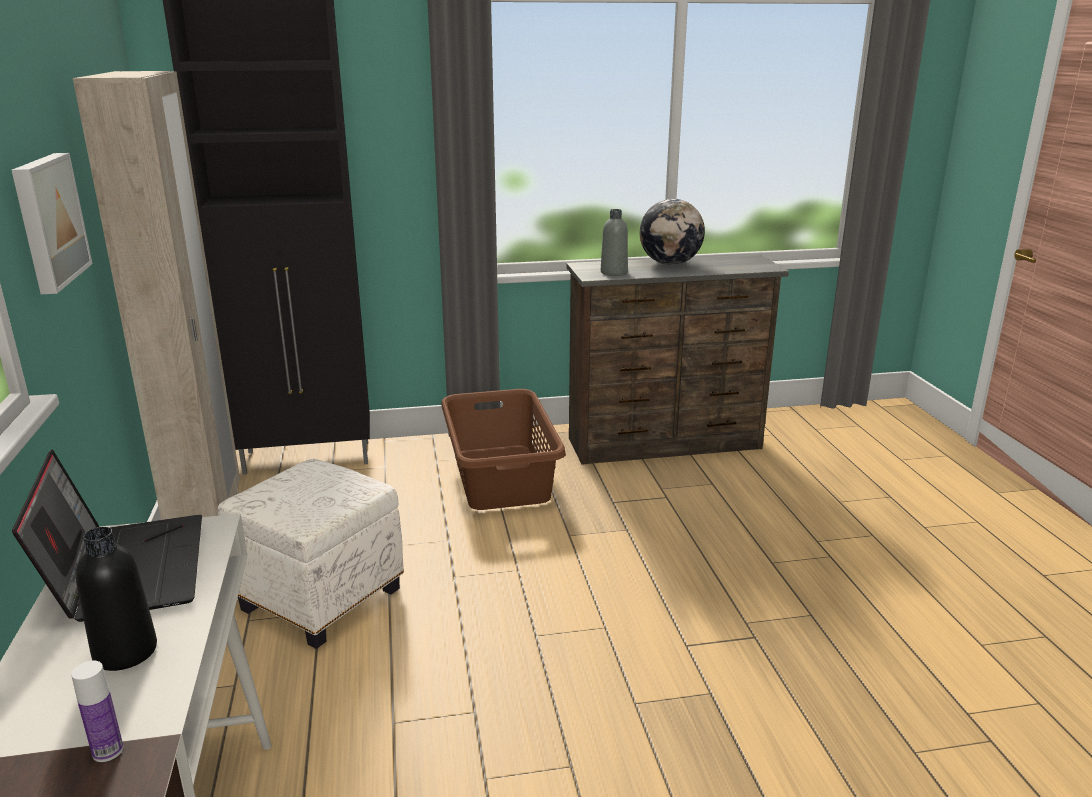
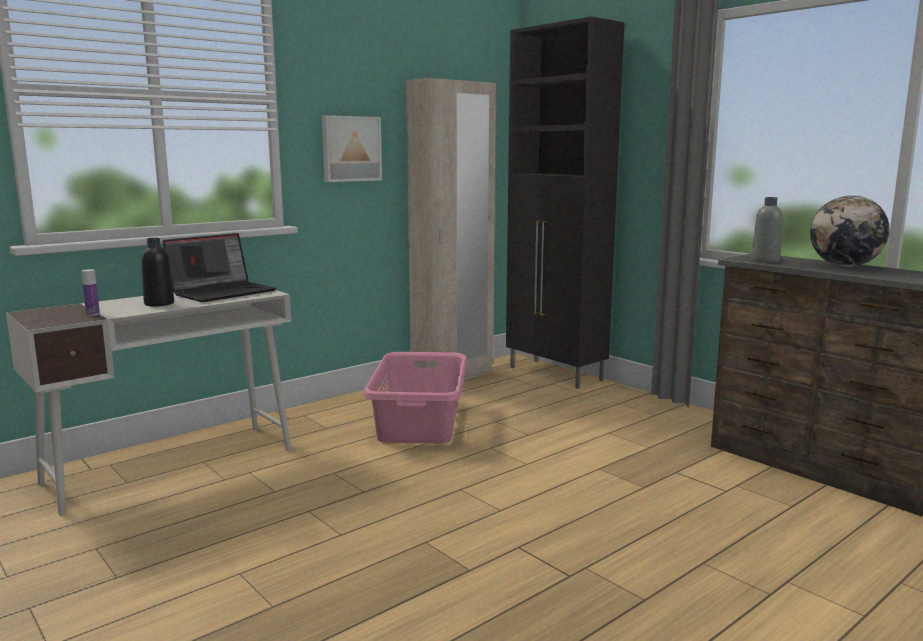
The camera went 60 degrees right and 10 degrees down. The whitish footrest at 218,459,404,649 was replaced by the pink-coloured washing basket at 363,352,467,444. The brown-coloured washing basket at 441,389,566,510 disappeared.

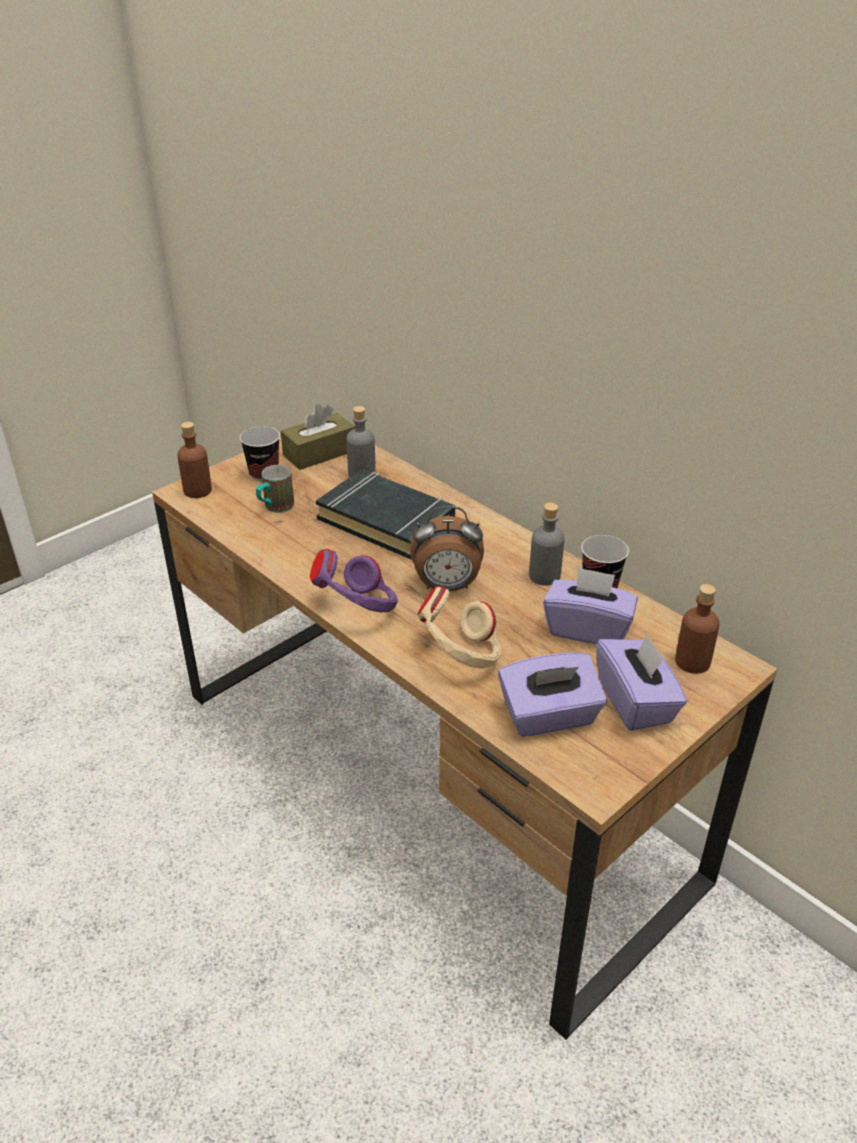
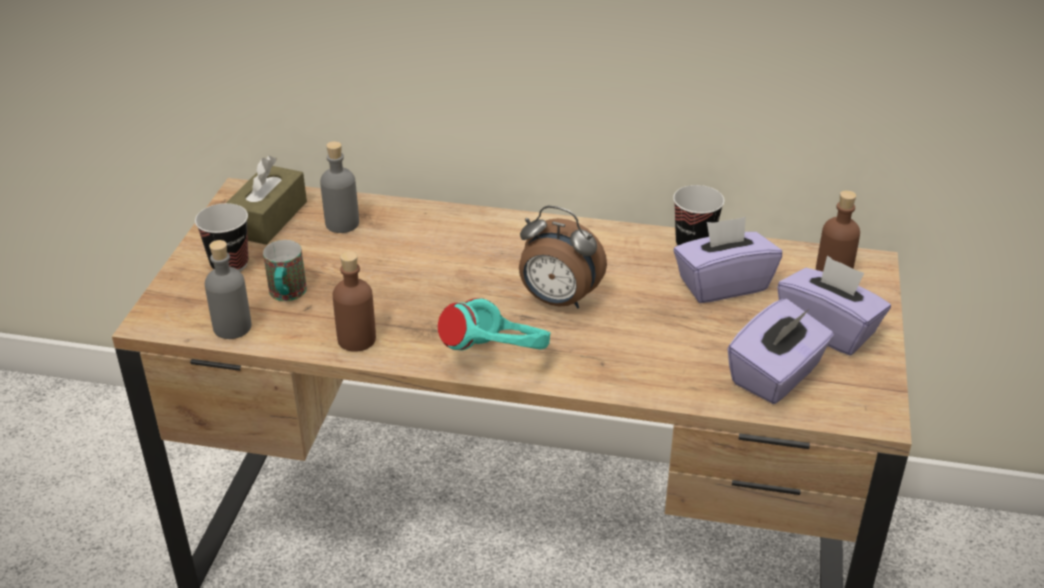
The camera went 35 degrees left and 0 degrees up. The brown-coloured beverage bottle moved from 177,422,212,498 to 333,251,376,352. The purple-coloured headphones at 310,549,398,612 became the turquoise headphones at 438,298,550,351. The black book at 316,469,455,560 disappeared. The bedside clock at 410,506,484,592 turned 60 degrees clockwise. The beige-coloured headphones at 418,586,501,669 disappeared. The gray beverage bottle moved from 529,503,565,586 to 205,240,252,339.

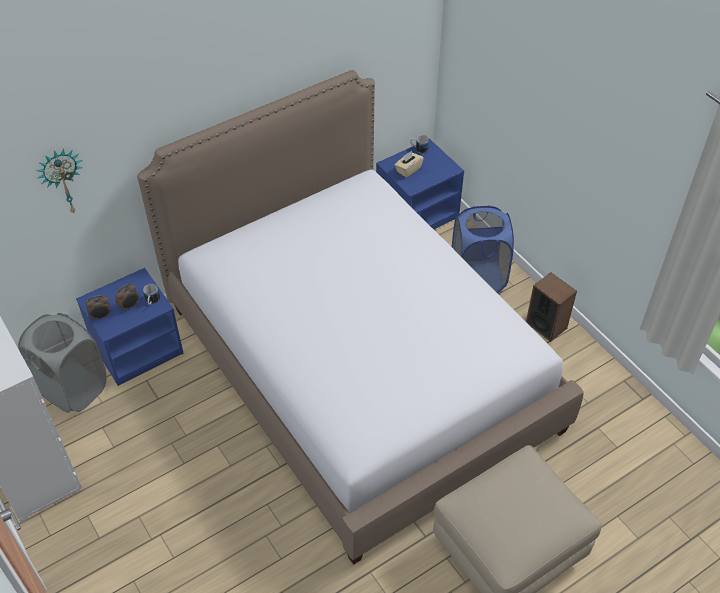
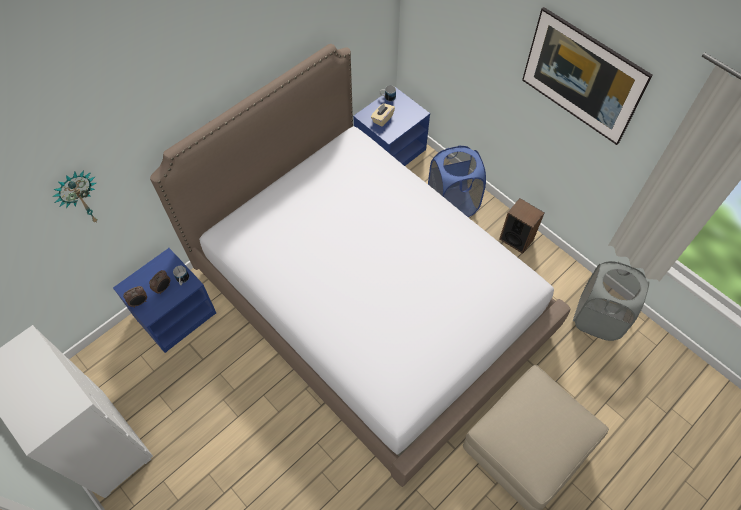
The camera went 10 degrees left and 10 degrees up. The gray washing basket moved from 18,313,107,413 to 573,261,650,341. The picture at 522,7,653,145 appeared.

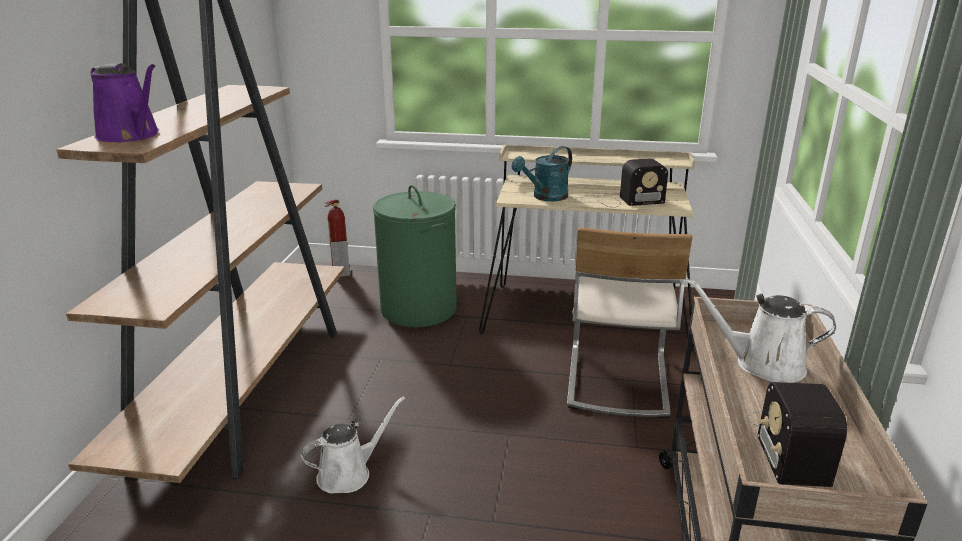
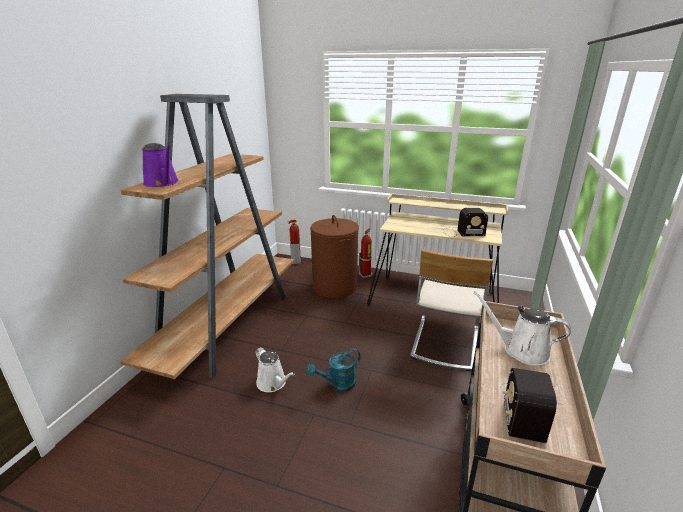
The camera went 10 degrees right and 0 degrees up. The whitish watering pot at 301,396,405,494 turned 75 degrees clockwise. The greenish washing basket at 373,185,457,327 became the brown-coloured washing basket at 310,215,359,298. The turquoise watering pot moved from 512,146,572,201 to 306,348,361,392. The fire extinguisher at 359,229,373,278 appeared.

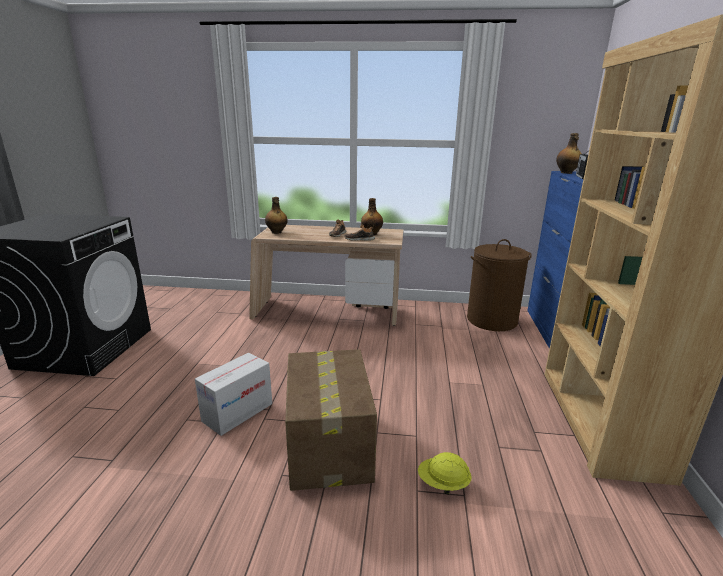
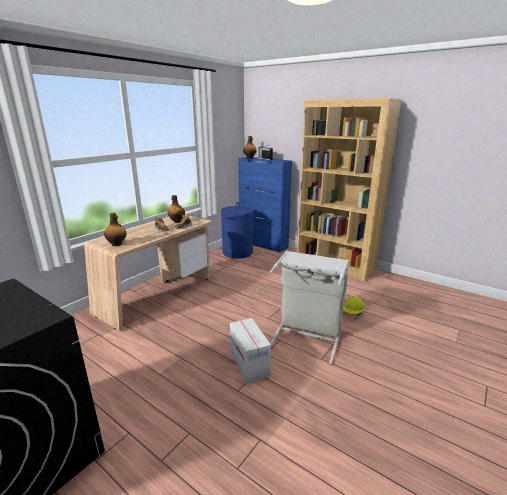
The camera went 60 degrees left and 0 degrees up. The packing box at 285,349,377,491 was replaced by the gray washing basket at 270,250,349,364. The brown-coloured washing basket at 467,239,532,331 became the blue-coloured washing basket at 221,202,253,259.

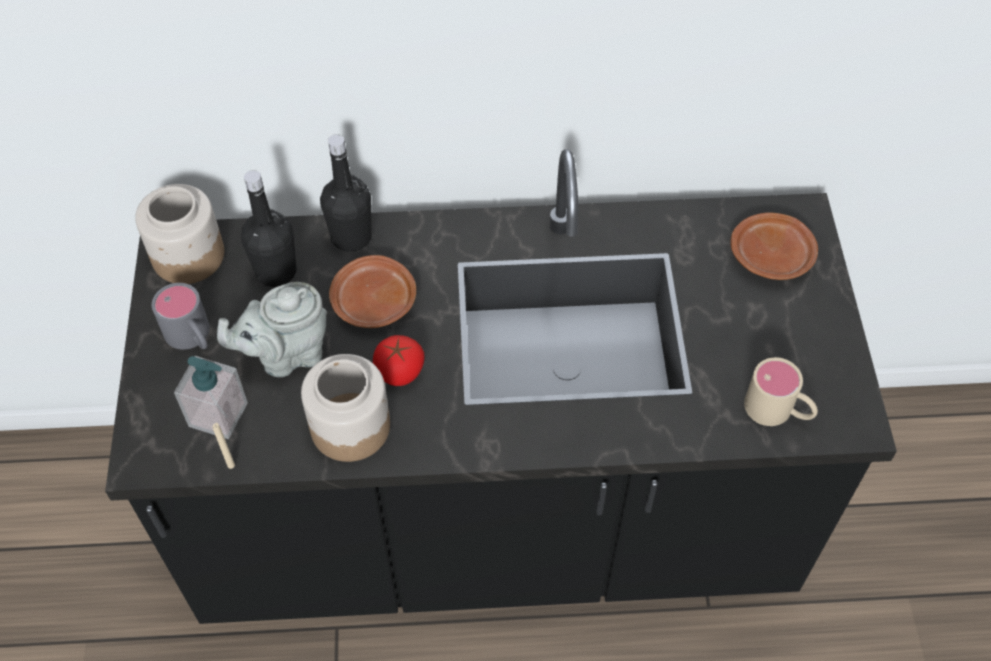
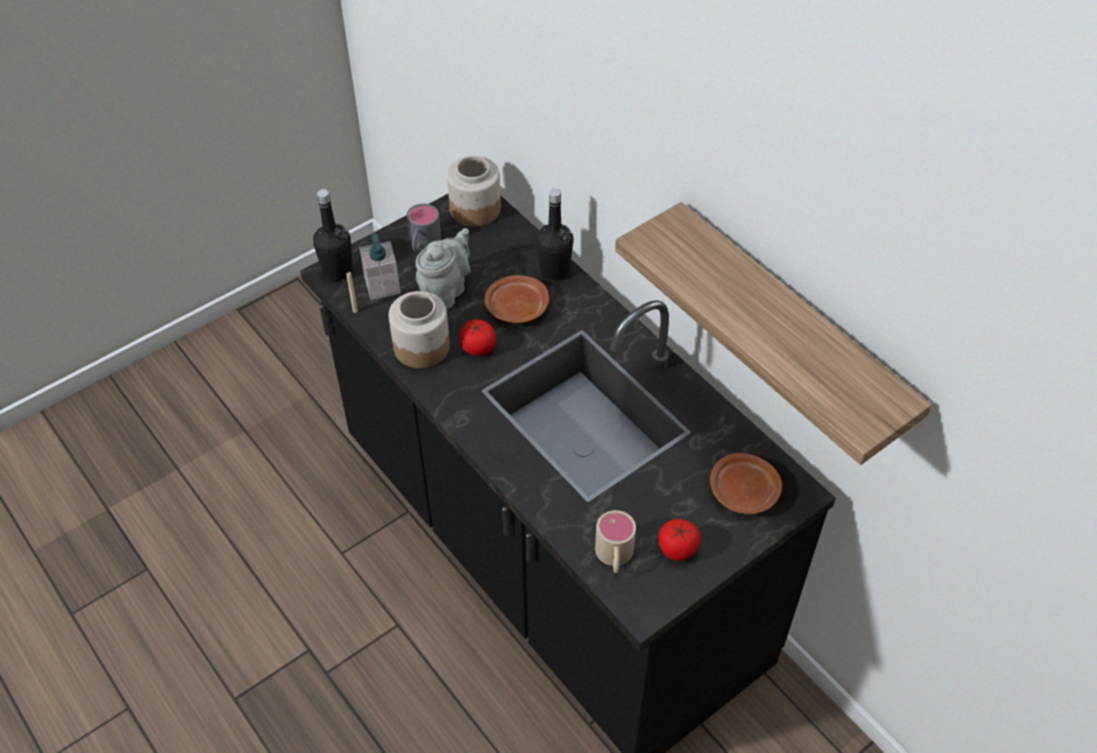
The camera went 55 degrees right and 5 degrees down. The gray pot for tea at 217,282,327,377 turned 90 degrees clockwise. The black beverage bottle moved from 241,170,297,287 to 313,189,352,281. The bracket shelf at 615,202,932,465 appeared. The whole tomato at 658,519,701,561 appeared.

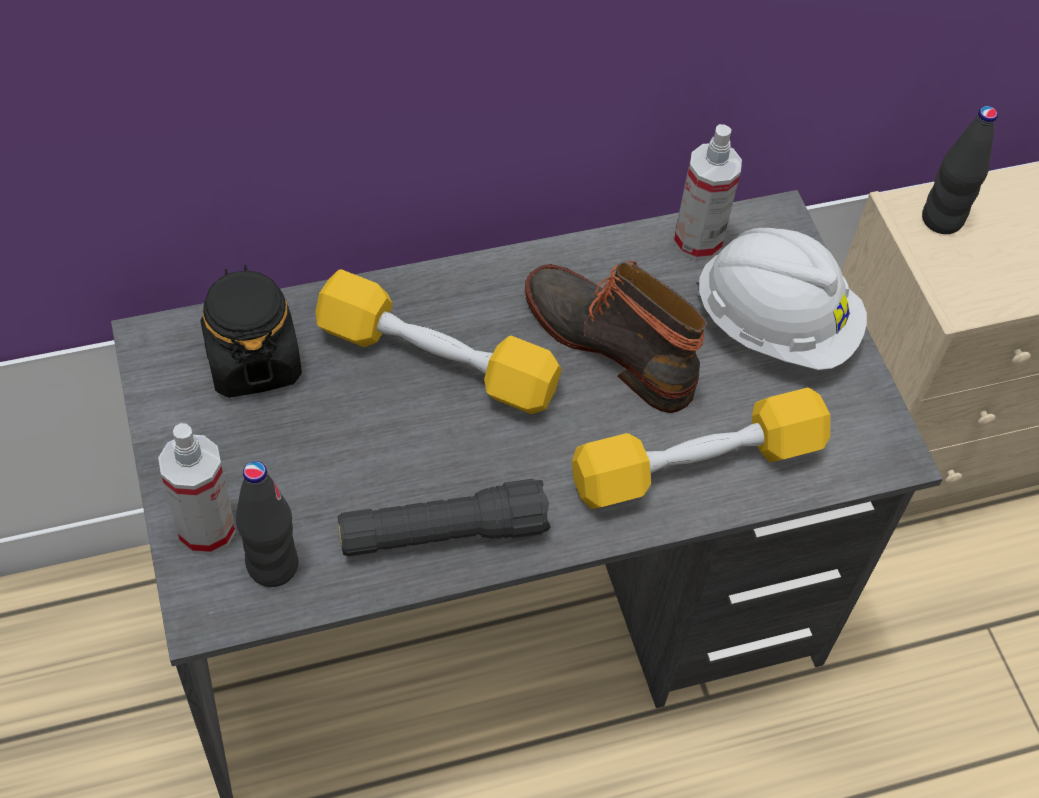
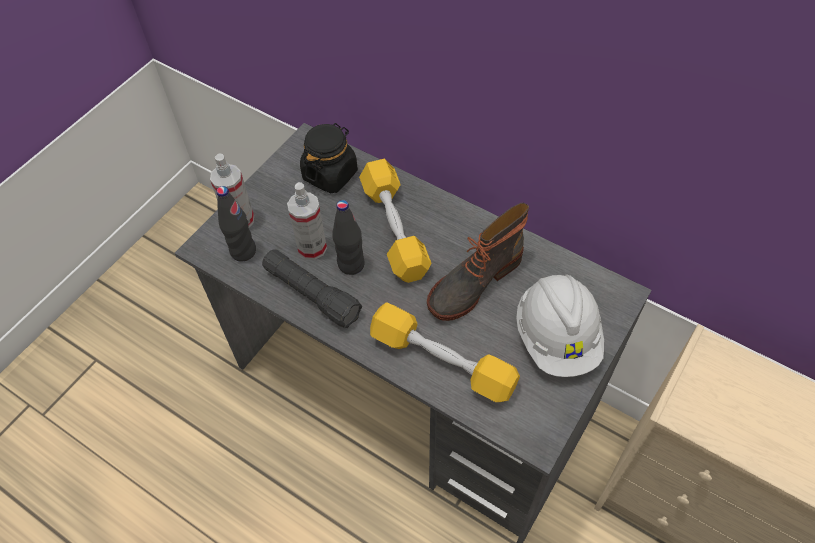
The camera went 55 degrees right and 0 degrees up. The boot at 525,260,707,413 turned 135 degrees counterclockwise. The sprayer moved from 674,124,742,261 to 287,182,327,260. The black beverage bottle moved from 922,106,998,234 to 332,200,365,275.

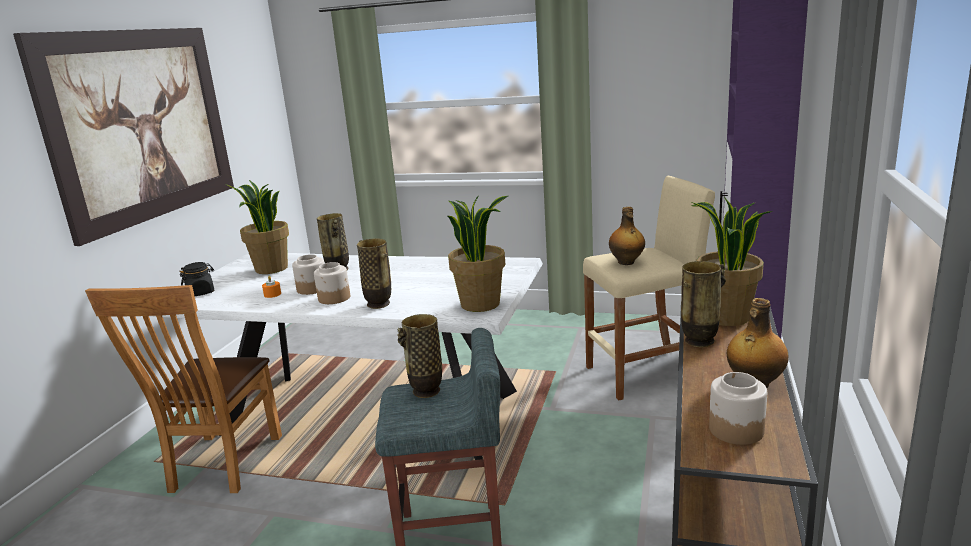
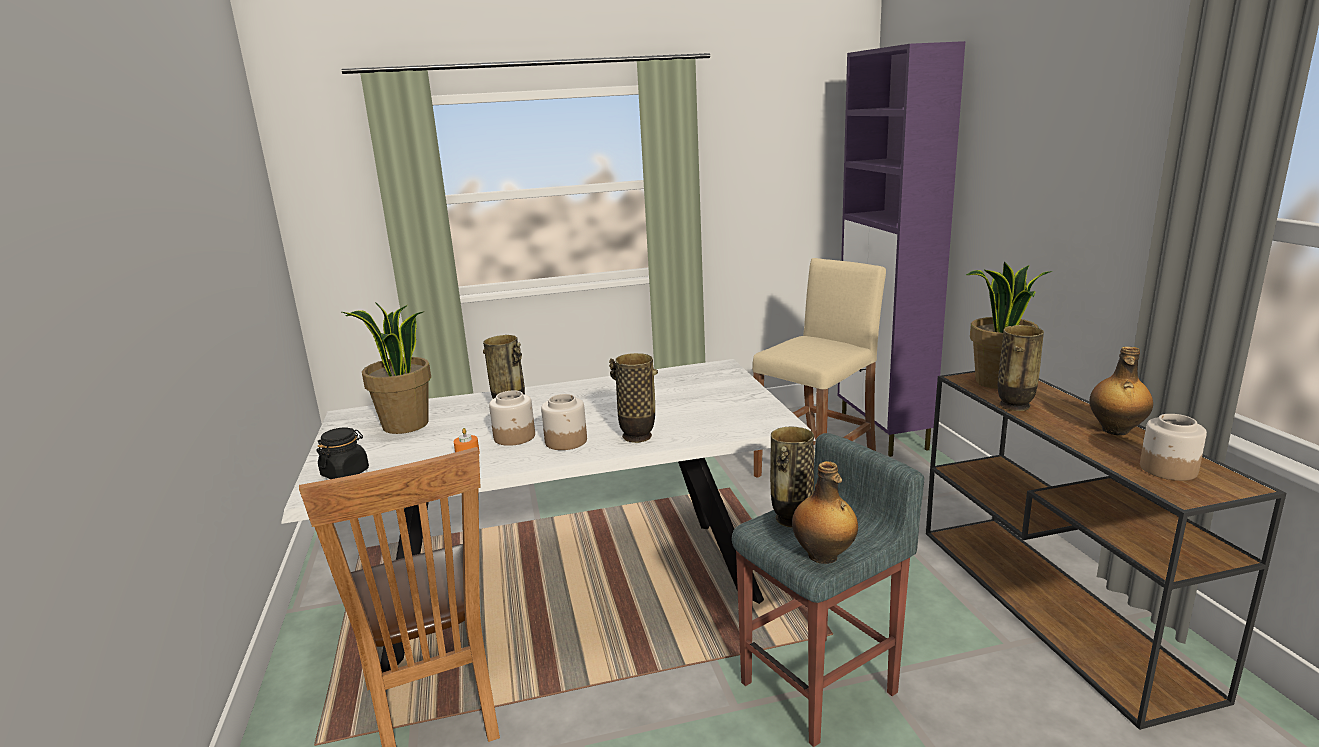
The camera went 30 degrees left and 0 degrees up. The picture at 13,28,234,246 disappeared. The potted plant at 447,195,508,312 disappeared. The beverage bottle moved from 609,207,645,265 to 792,461,858,564.

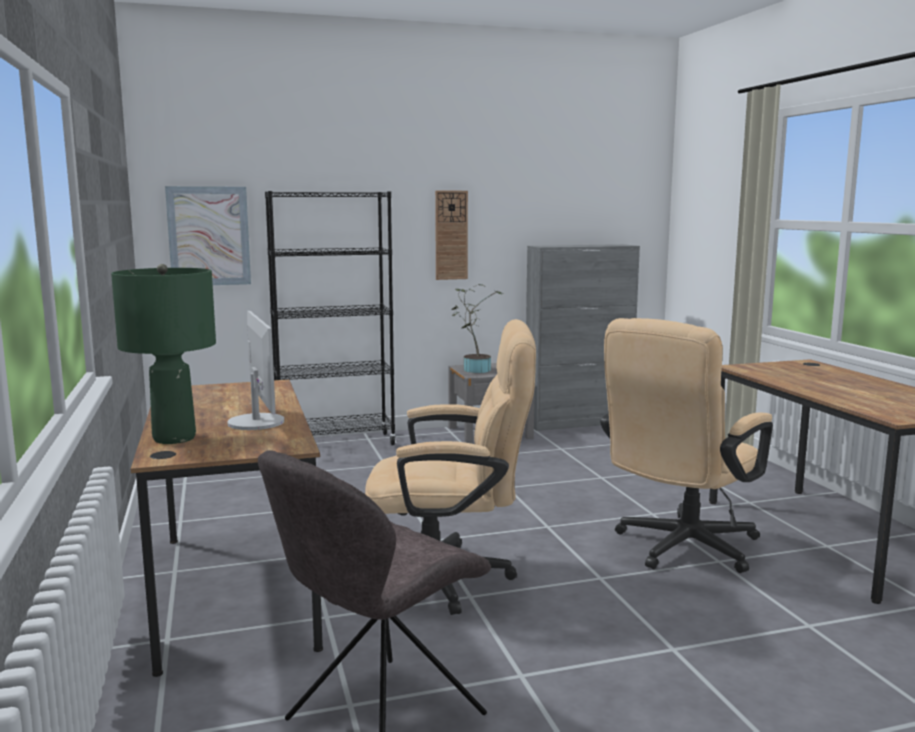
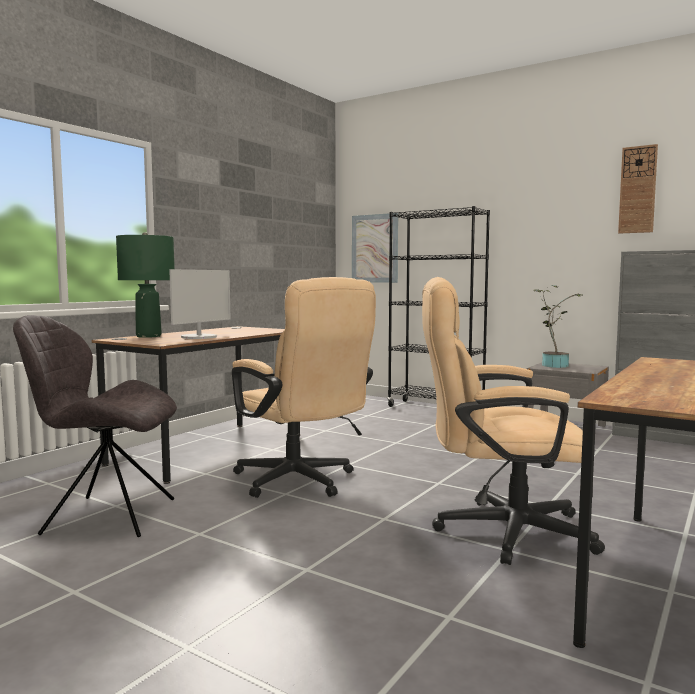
The camera went 50 degrees right and 5 degrees down. The hanging clock moved from 435,191,468,280 to 618,144,658,234.

